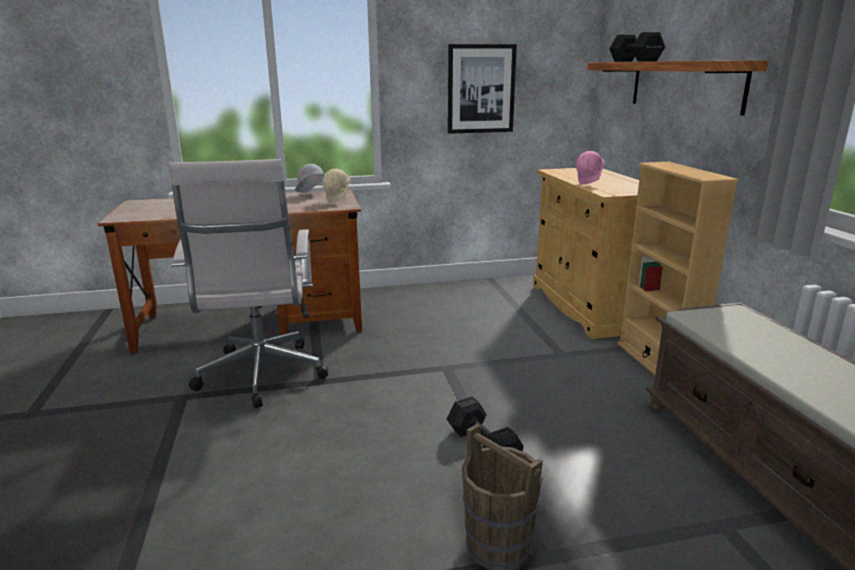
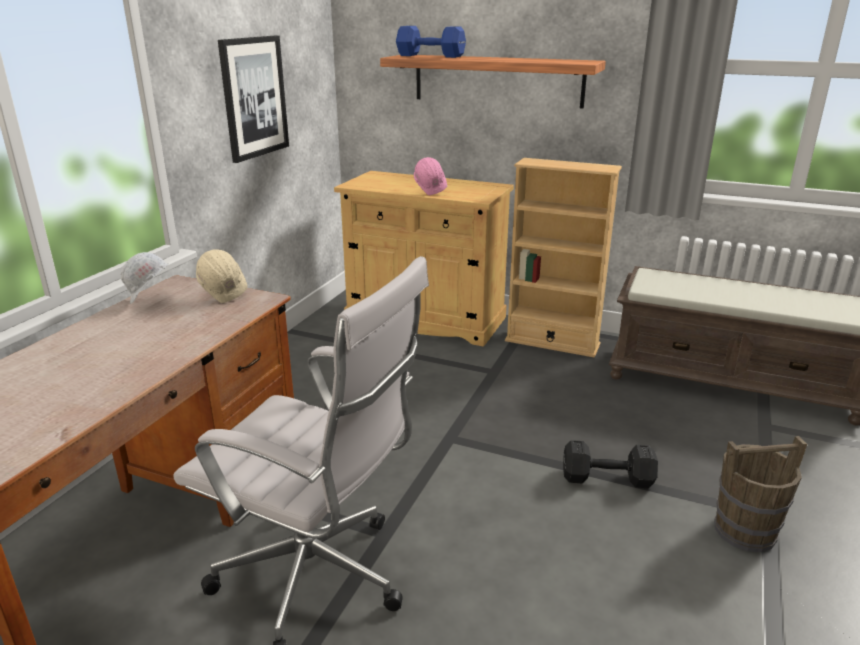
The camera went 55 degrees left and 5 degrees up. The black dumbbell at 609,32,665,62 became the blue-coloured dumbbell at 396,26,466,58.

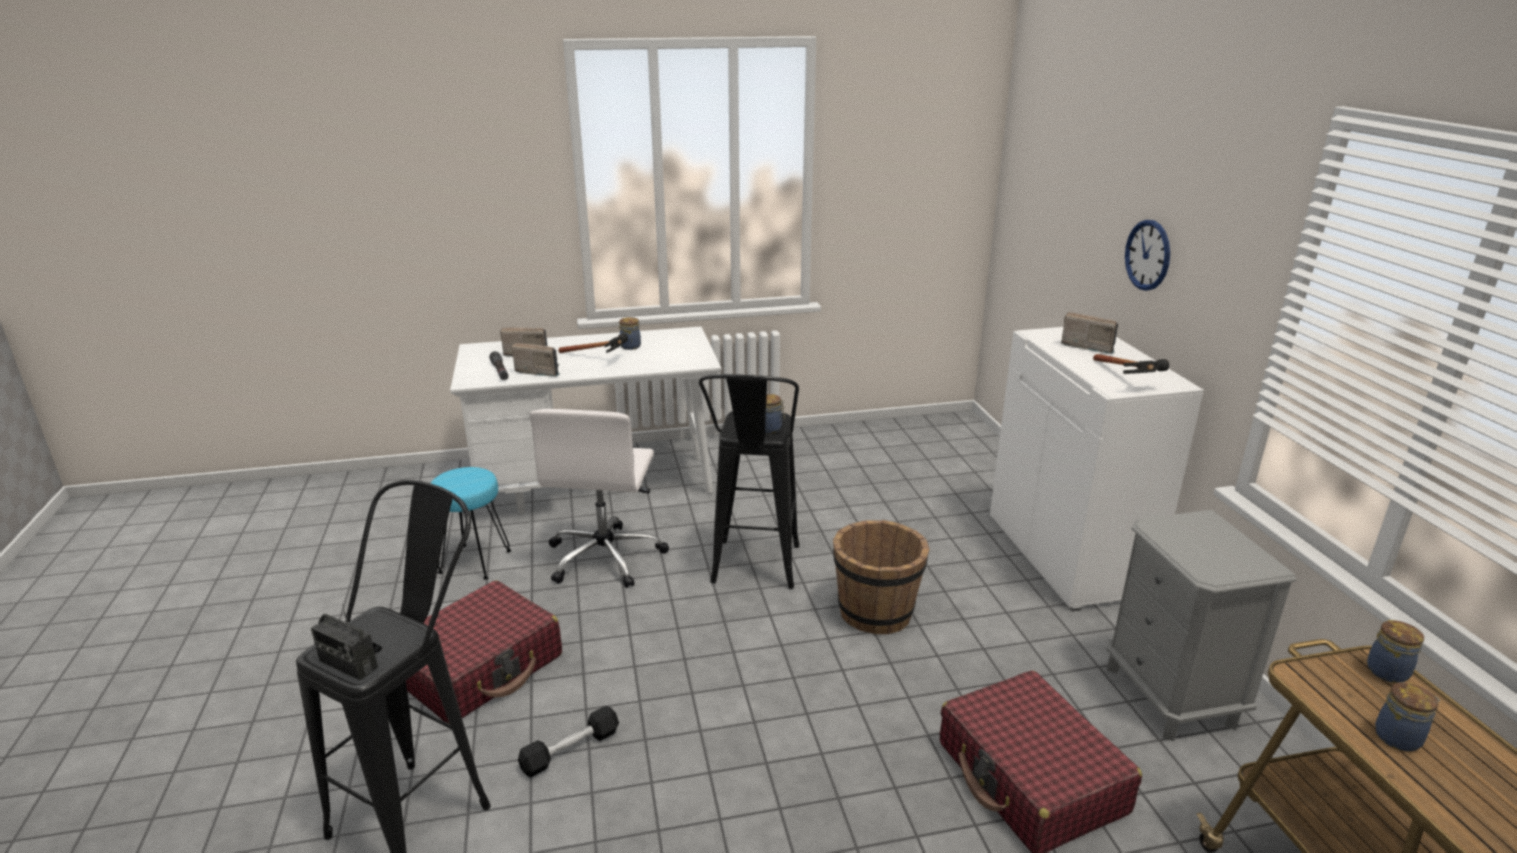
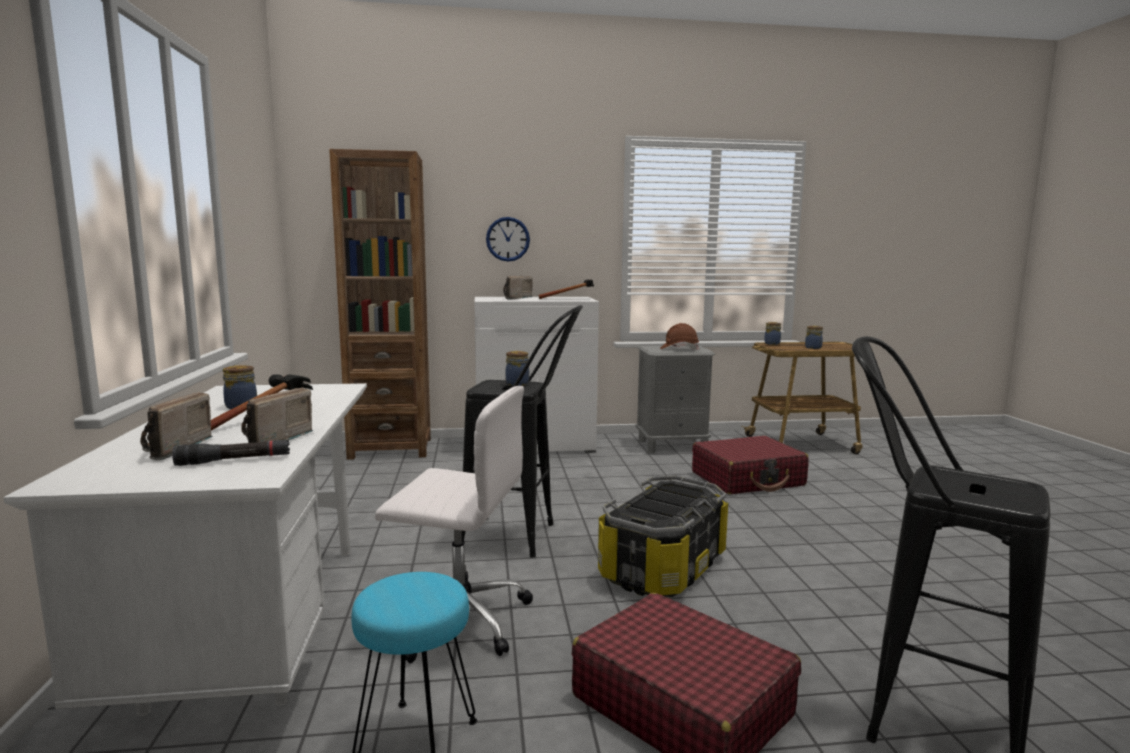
The camera went 85 degrees left and 15 degrees down. The radio set at 311,604,378,680 disappeared. The black dumbbell at 518,706,619,778 disappeared. The brown-coloured bucket at 833,520,930,634 disappeared. The brown-coloured shelving unit at 329,149,431,460 appeared. The storage container at 598,475,728,597 appeared. The brown-coloured hard hat at 660,323,699,350 appeared.

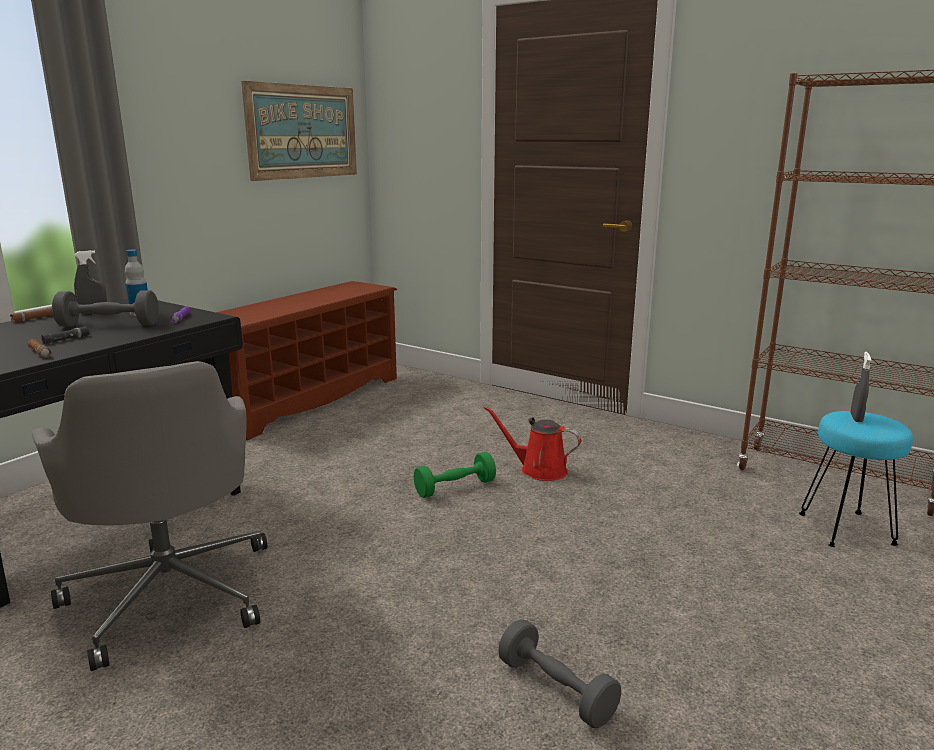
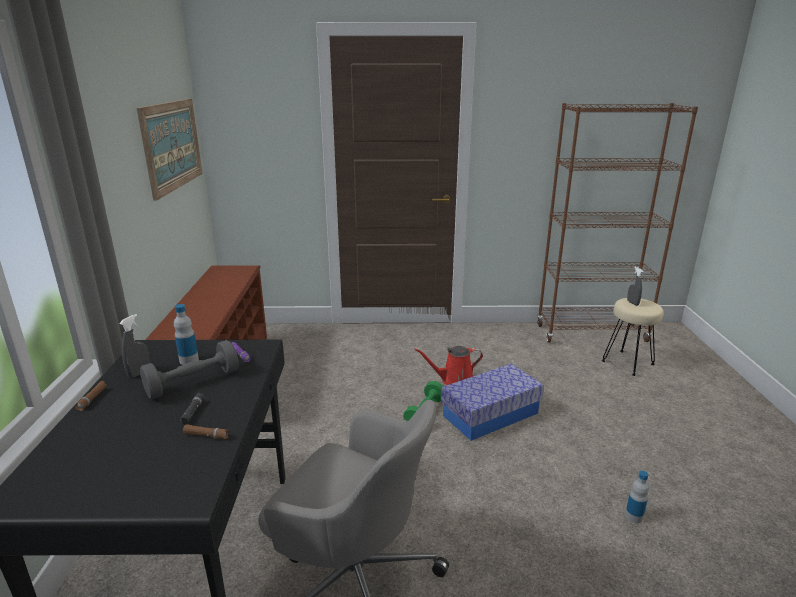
The camera went 35 degrees left and 5 degrees up. The gray dumbbell at 498,619,621,728 was replaced by the beverage bottle at 625,471,649,523. The turquoise stool at 799,411,913,547 became the beige-coloured stool at 602,298,664,376. The storage container at 441,364,544,441 appeared.

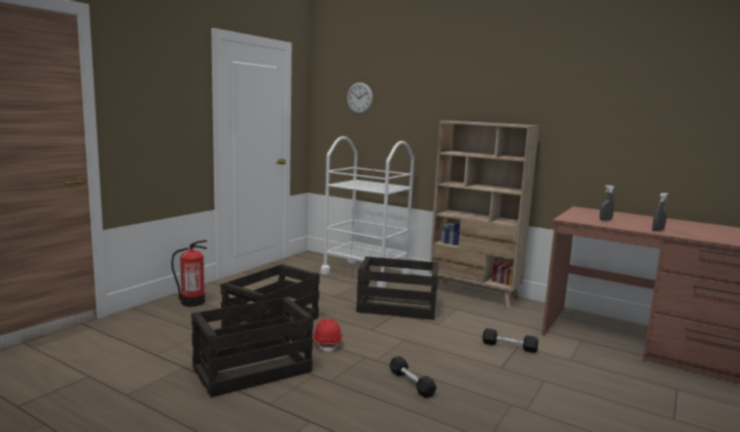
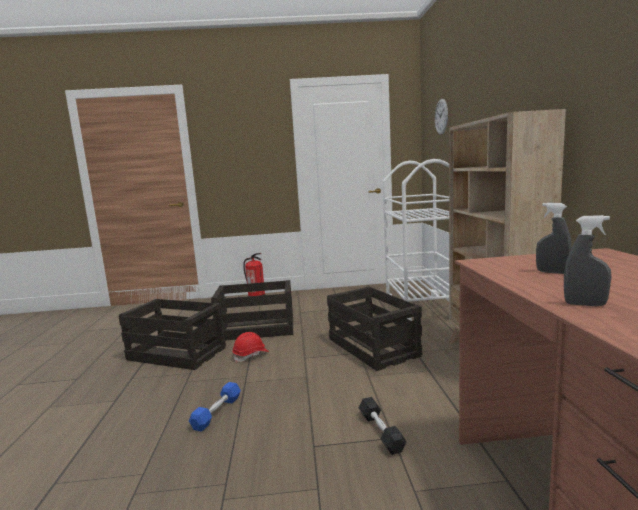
The camera went 55 degrees right and 0 degrees up. The black dumbbell at 389,356,437,398 became the blue-coloured dumbbell at 189,382,241,432.

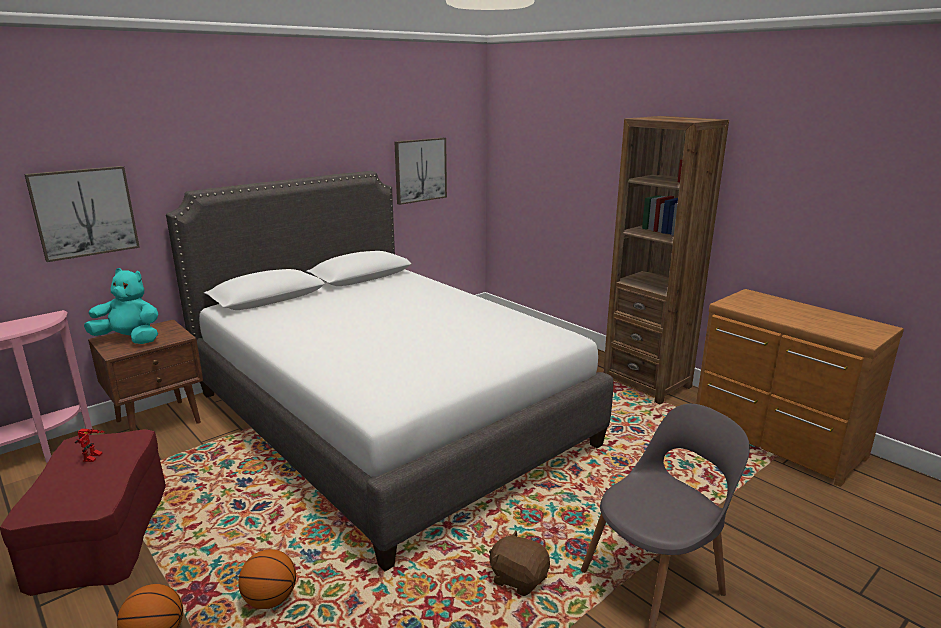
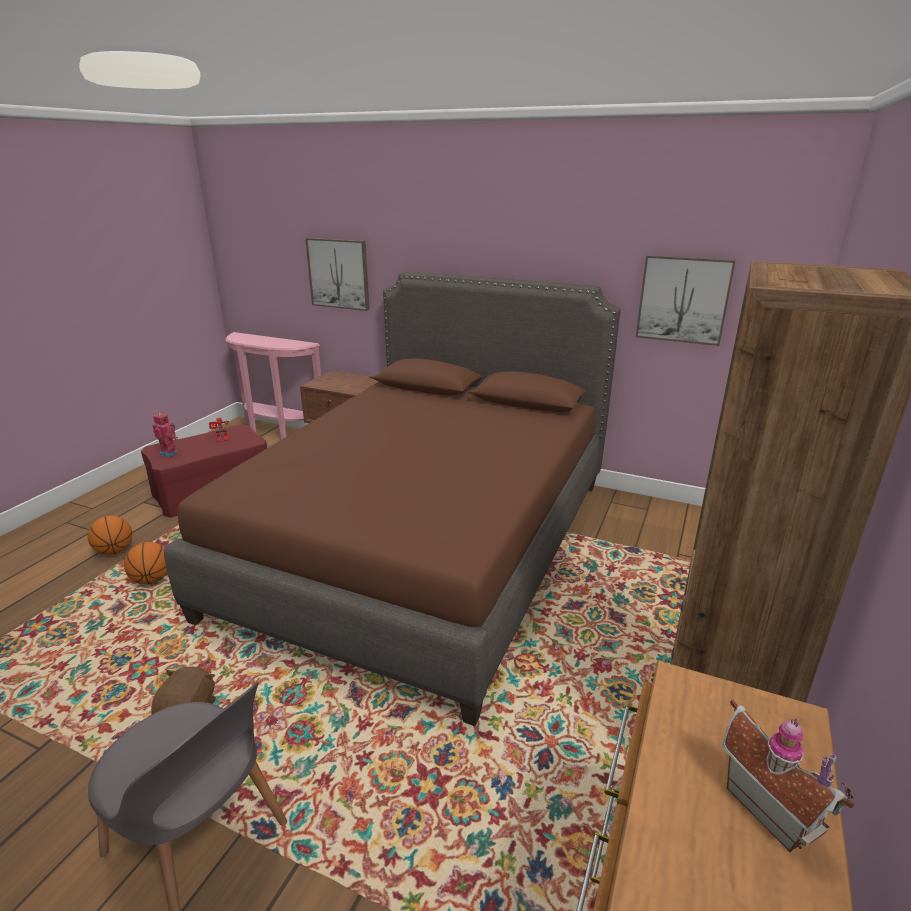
The camera went 65 degrees right and 5 degrees up. The turquoise soft toy at 84,268,158,344 disappeared. The whitish bedroom bed at 166,171,613,572 became the brown-coloured bedroom bed at 164,271,621,726. The robot figure at 152,413,178,458 appeared. The miniature house at 722,699,855,852 appeared.

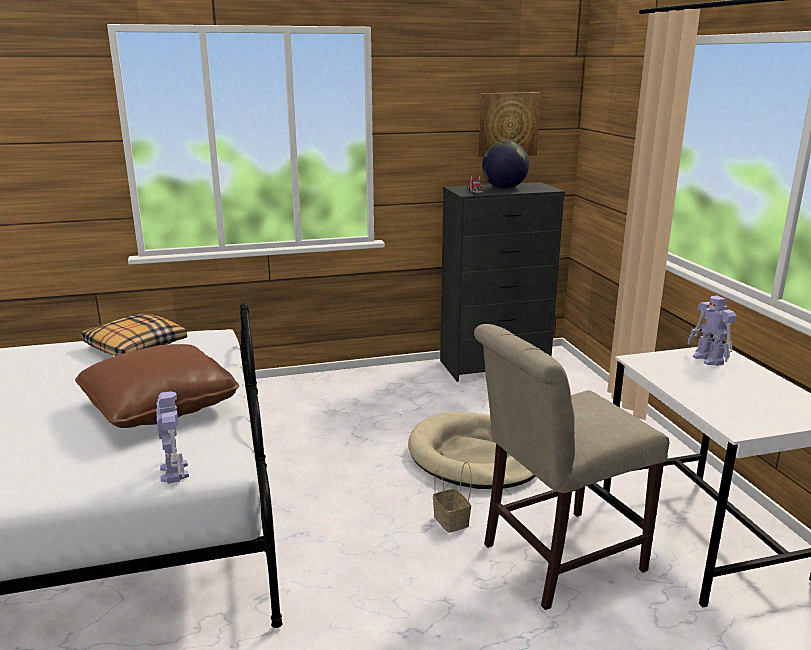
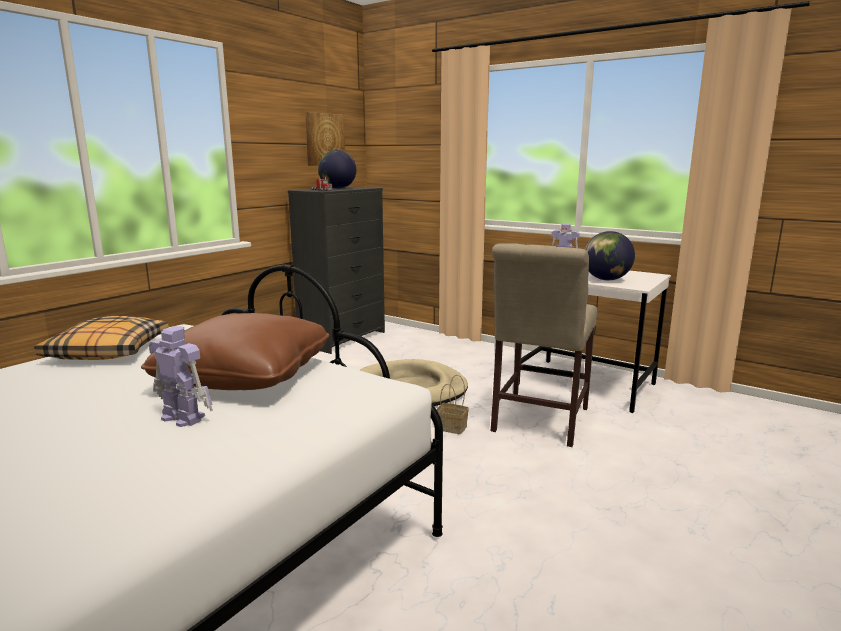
The camera went 40 degrees left and 5 degrees down. The robot figure moved from 156,391,189,484 to 149,326,213,427. The desk globe at 584,231,635,280 appeared.

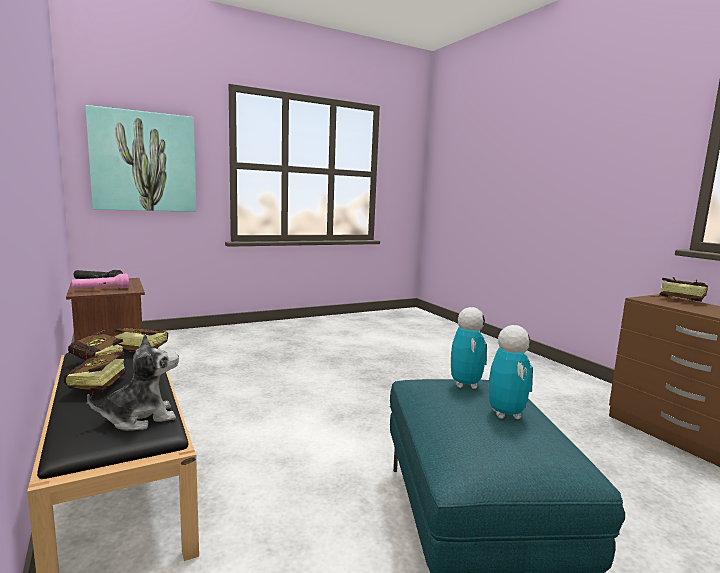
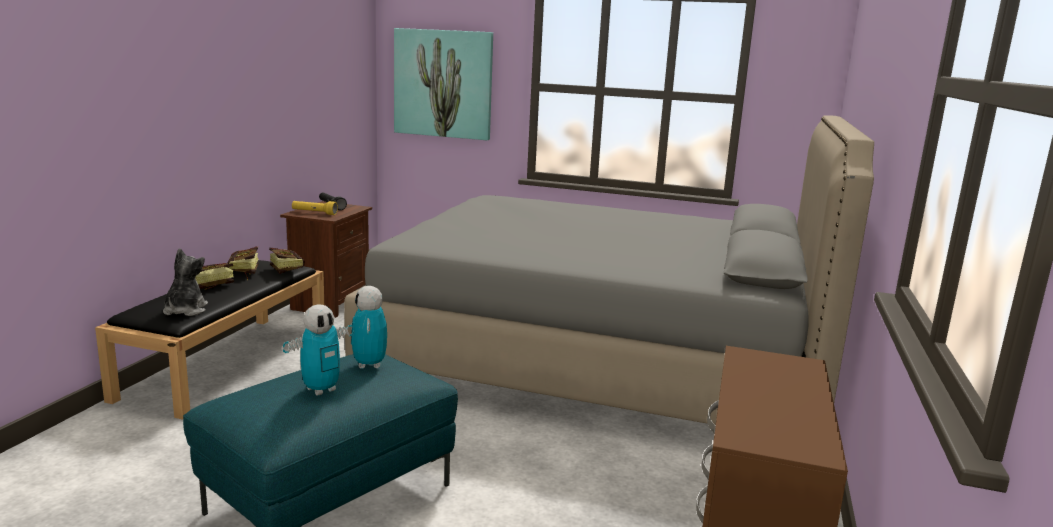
The camera went 45 degrees right and 5 degrees up. The pink-coloured hand torch at 71,274,129,289 became the yellowish hand torch at 292,201,338,215. The soft toy at 87,334,179,431 turned 105 degrees counterclockwise. The robot figure at 451,307,487,389 turned 120 degrees clockwise. The book at 652,277,708,302 disappeared. The gray bedroom bed at 344,115,874,425 appeared.

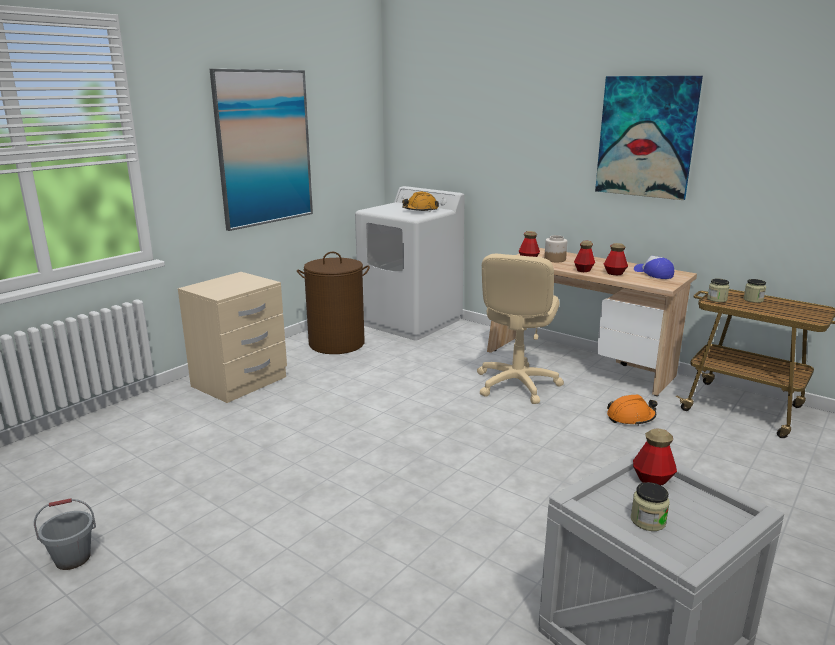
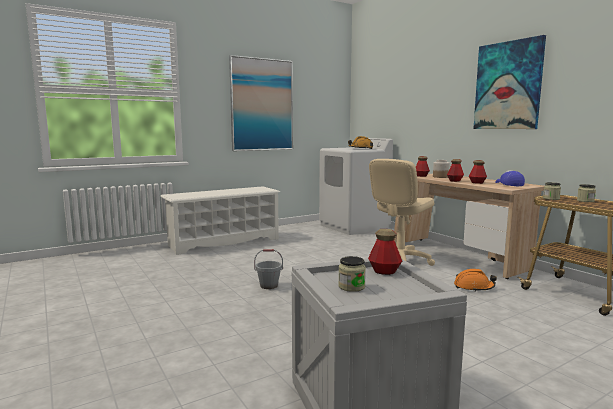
The camera went 20 degrees right and 10 degrees down. The gray bucket moved from 34,498,96,570 to 254,249,283,289. The beige-coloured bedside table at 178,272,287,403 was replaced by the whitish shoe shelf at 160,186,280,255. The brown-coloured washing basket at 297,252,370,354 disappeared.

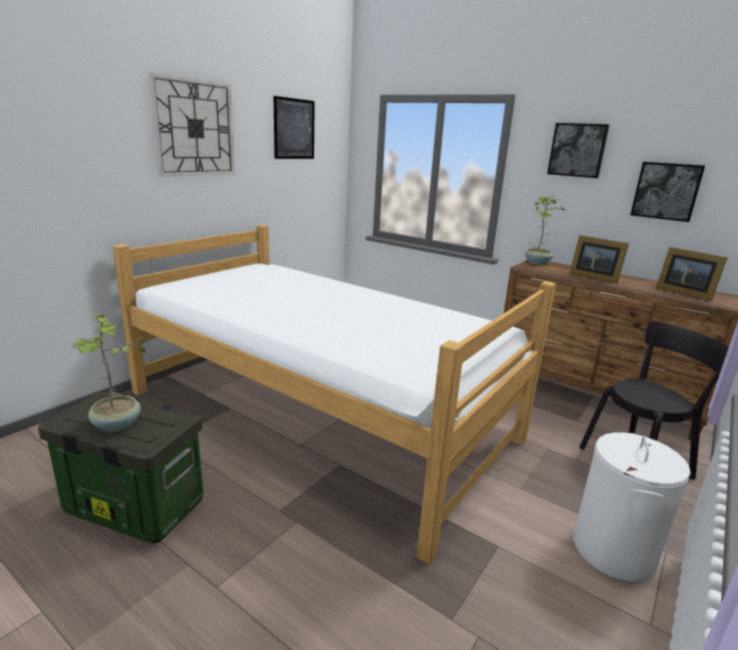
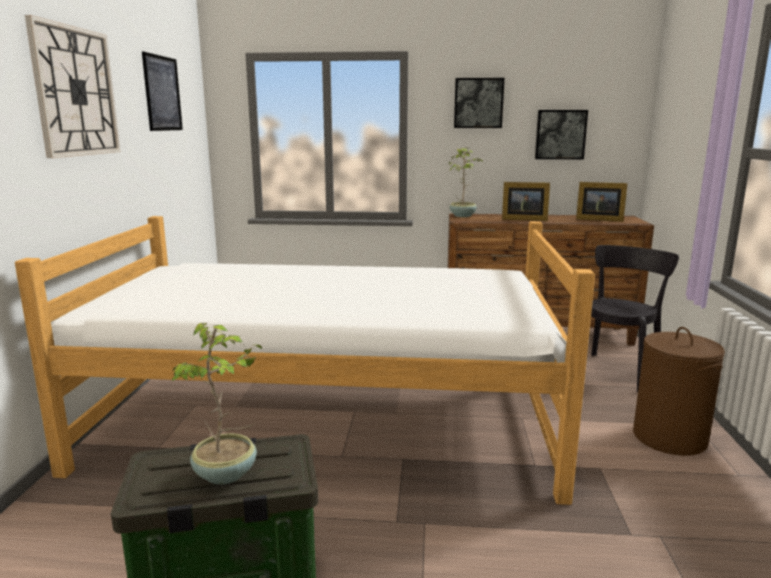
The camera went 30 degrees left and 5 degrees down. The whitish washing basket at 573,432,691,581 became the brown-coloured washing basket at 633,327,725,456.

